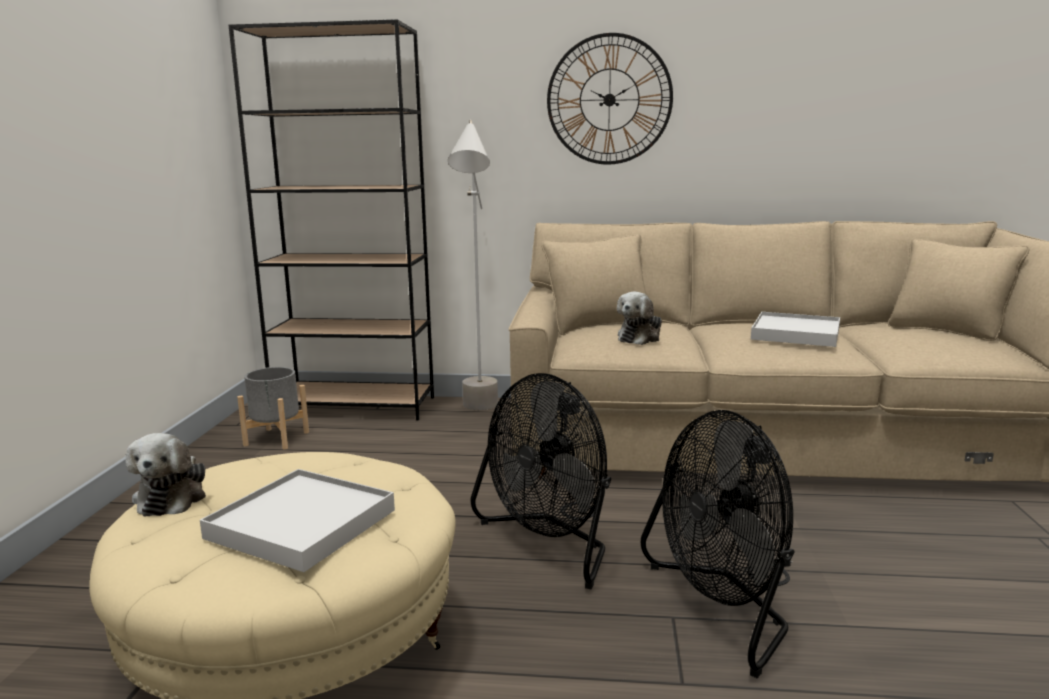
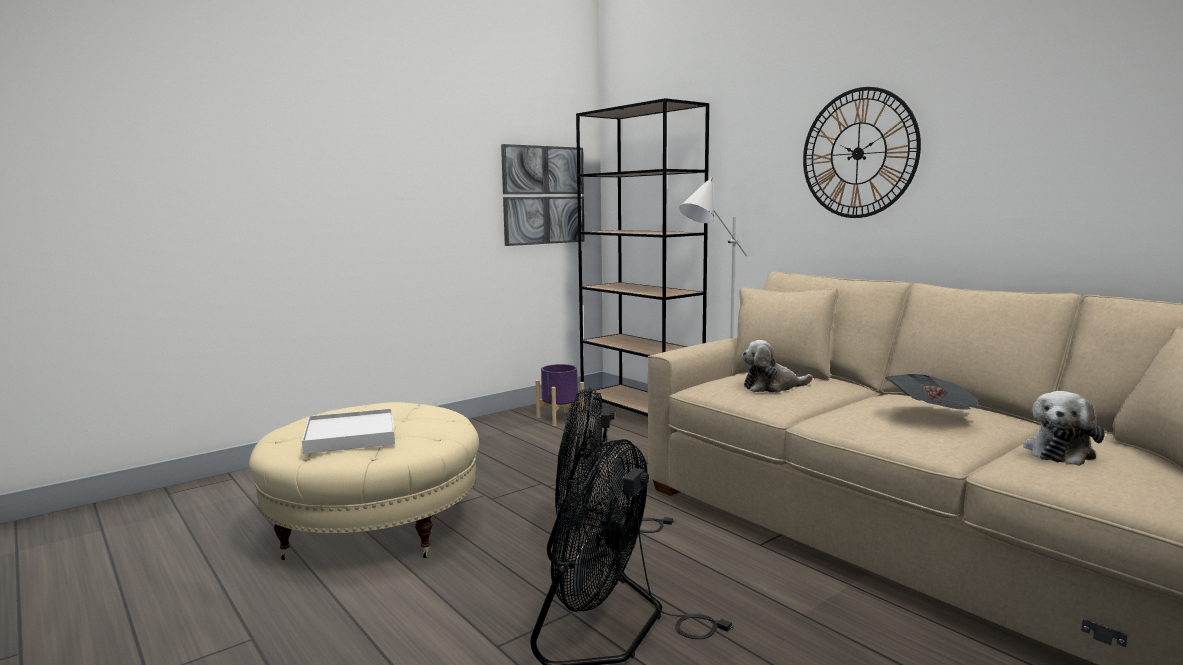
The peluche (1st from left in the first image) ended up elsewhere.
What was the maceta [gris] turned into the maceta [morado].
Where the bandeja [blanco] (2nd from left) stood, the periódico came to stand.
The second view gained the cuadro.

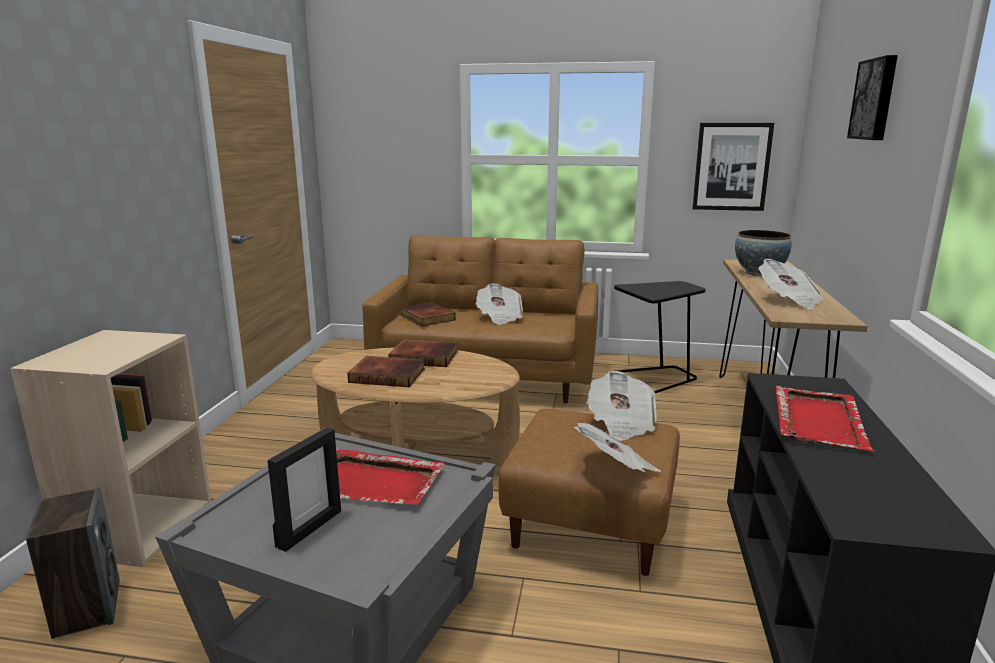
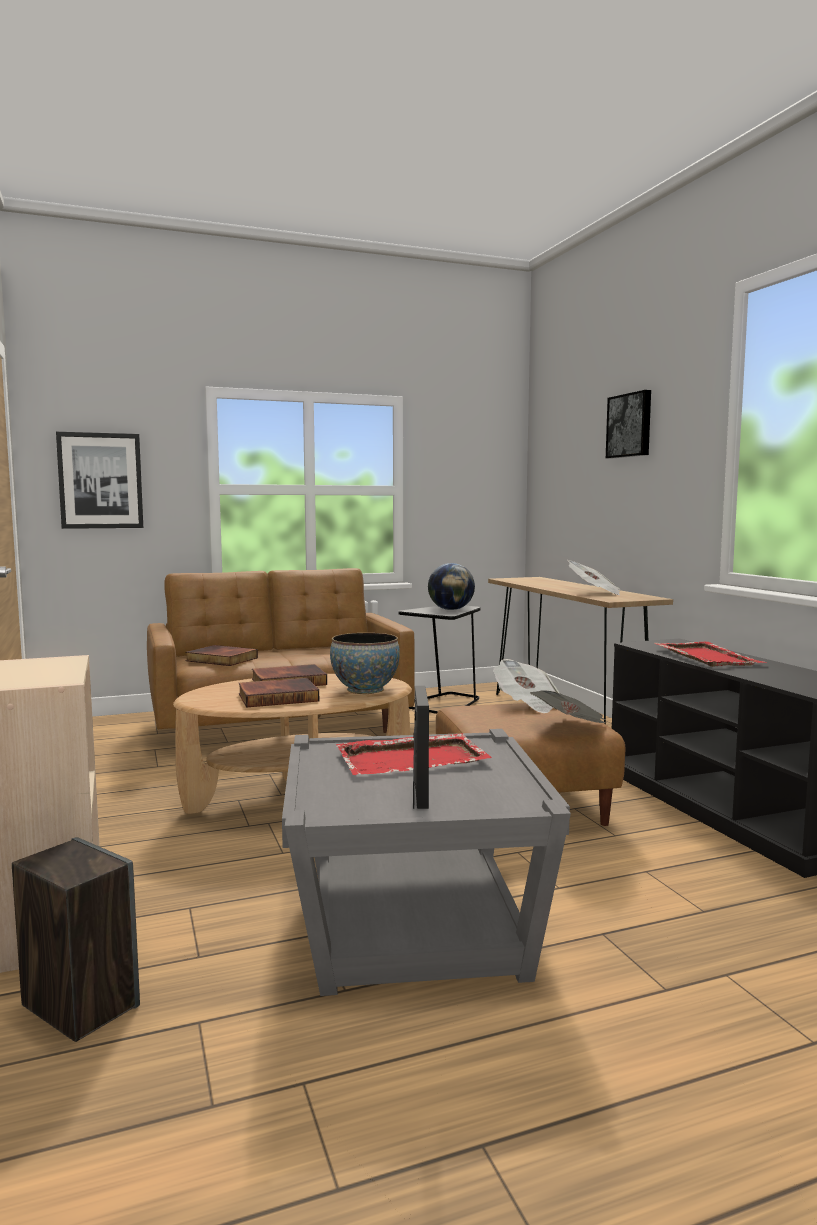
The second view lost the periódico (1st from left).
The cuadro (1st from left) ended up elsewhere.
The cuenco ended up elsewhere.
The second view gained the globo terráqueo.

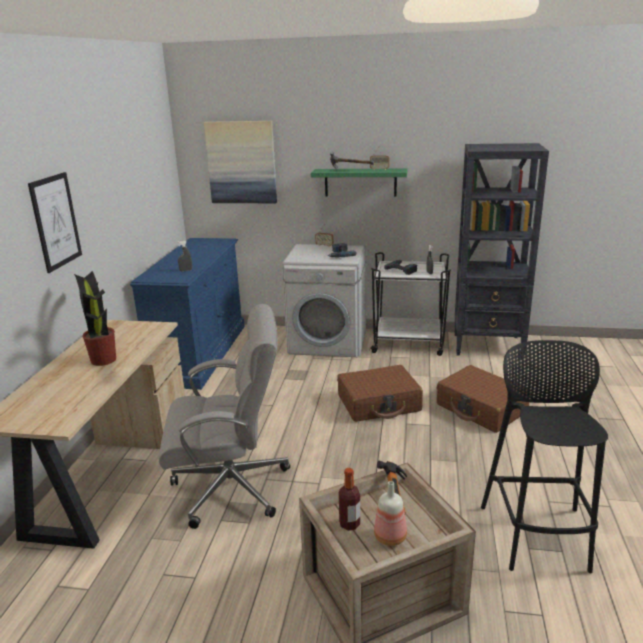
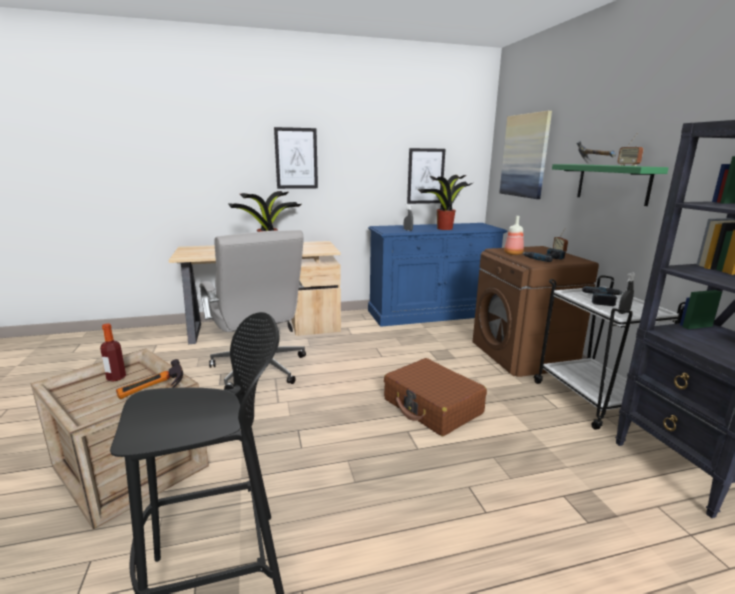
What was the lavadora [blanco] turned into the lavadora [marrón].
The botella (2nd from left) ended up elsewhere.
The second view lost the maleta [marrón] (2nd from left).
The second view gained the cuadro (2nd from left).
The second view gained the planta en maceta (2nd from left).

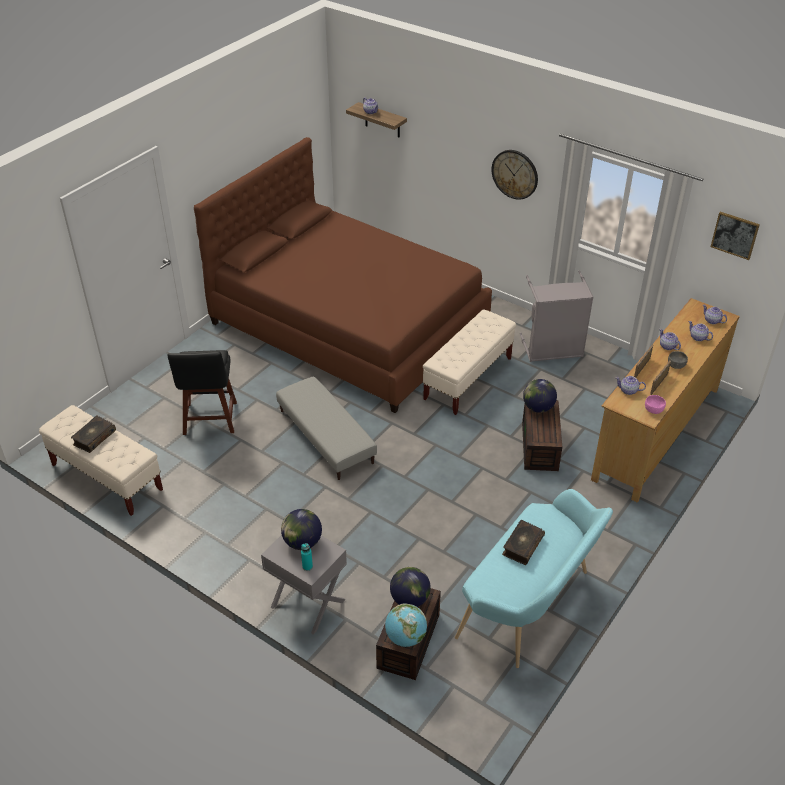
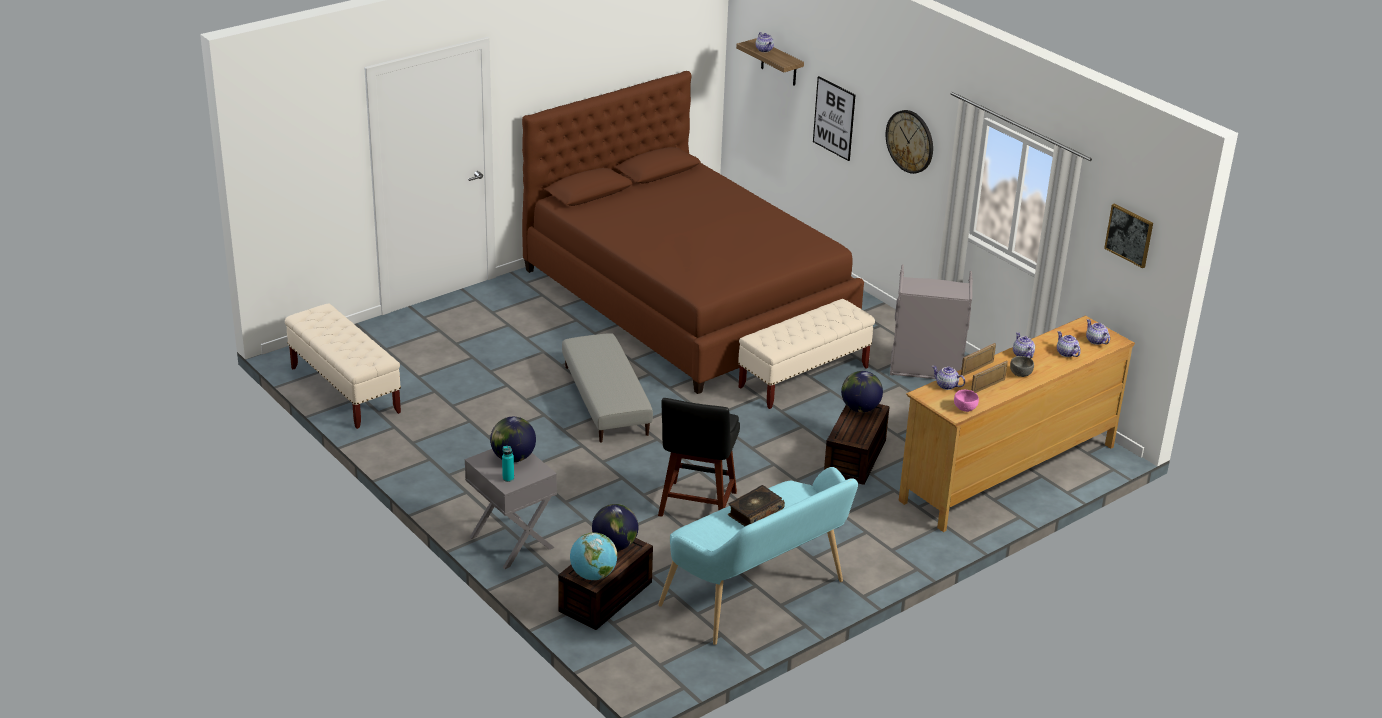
The second view lost the libro (1st from left).
The silla [negro] ended up elsewhere.
The second view gained the cuadro (1st from left).

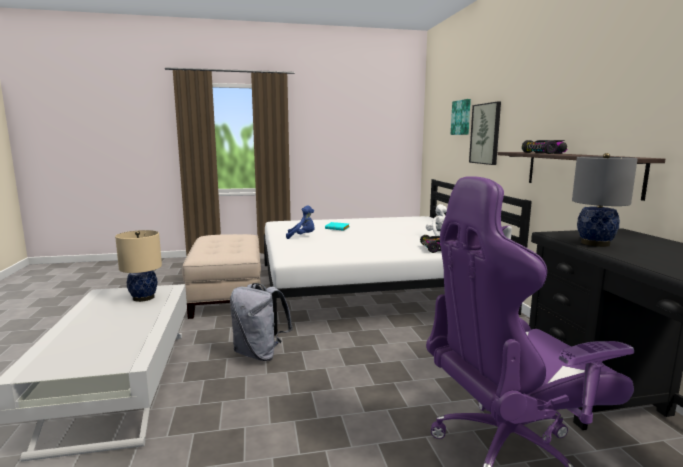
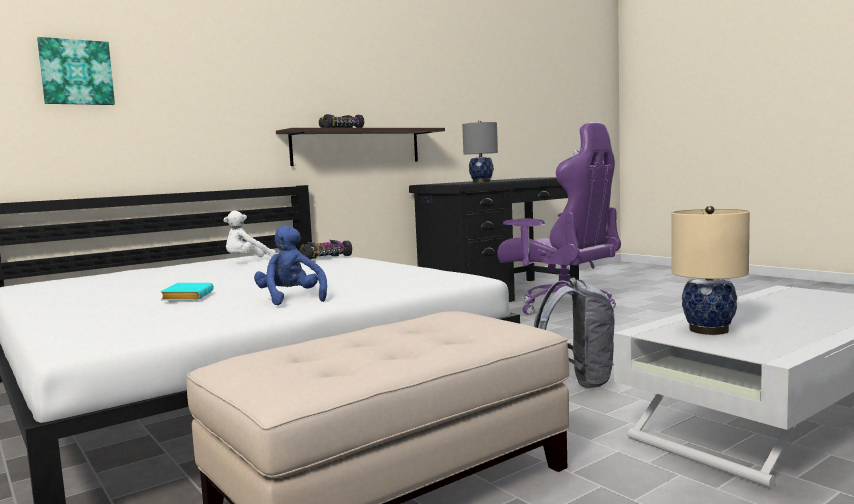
The second view lost the cuadro (2nd from left).

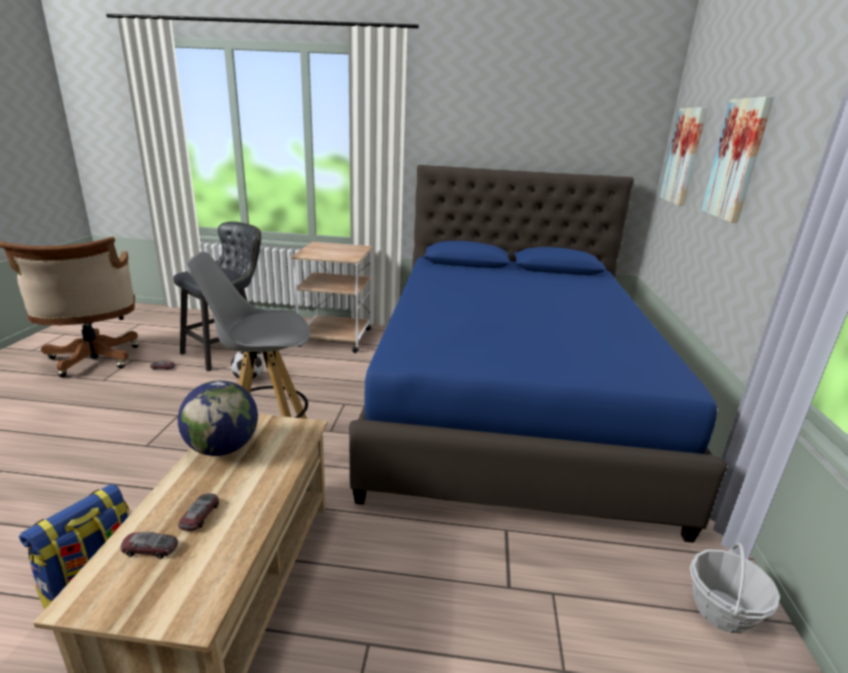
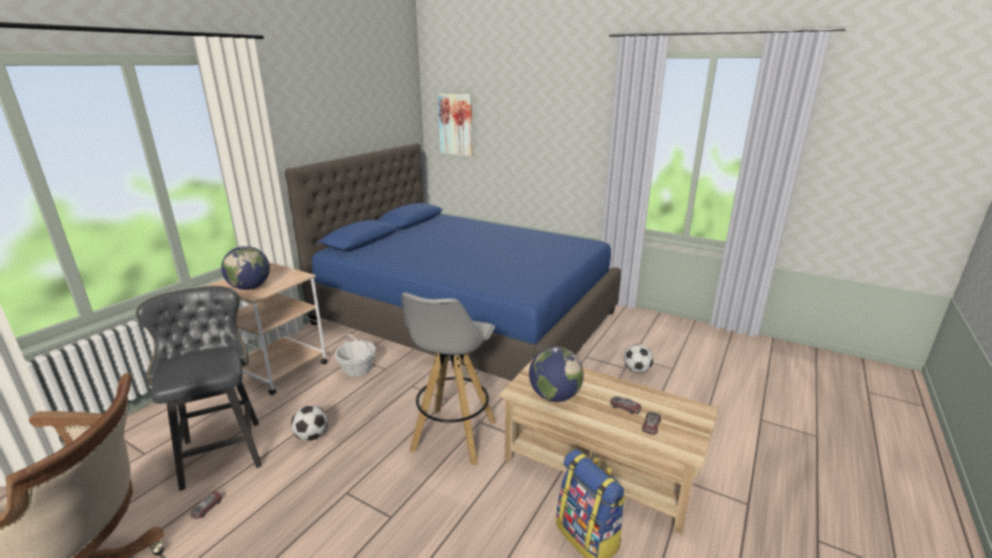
The cesta ended up elsewhere.
The second view lost the cuadro (2nd from left).
The second view gained the globo terráqueo (1st from left).
The second view gained the balón de fútbol (2nd from left).

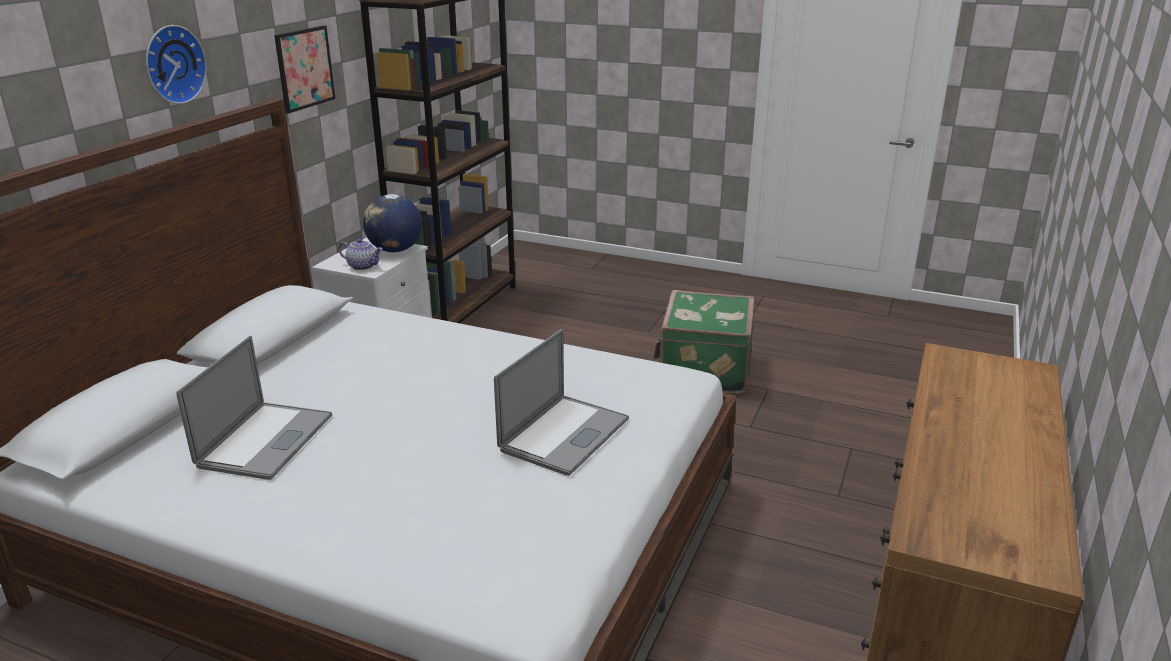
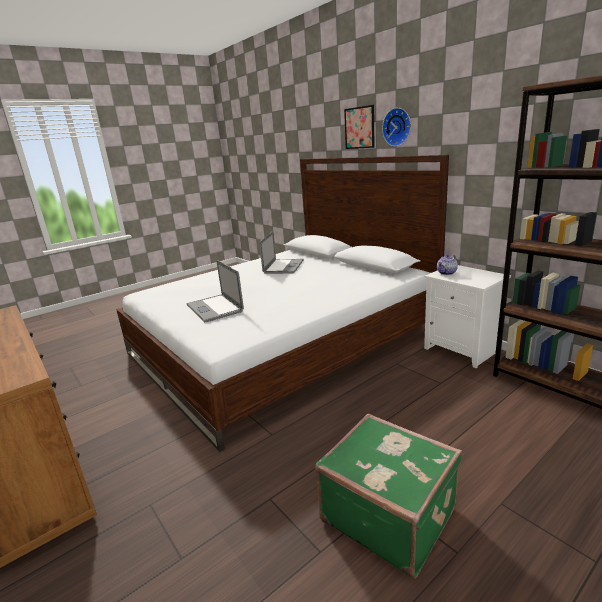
The portátil (1st from left in the first image) ended up facing another way, 120 degrees counterclockwise from before.
The cuadro ended up elsewhere.
The second view lost the globo terráqueo.

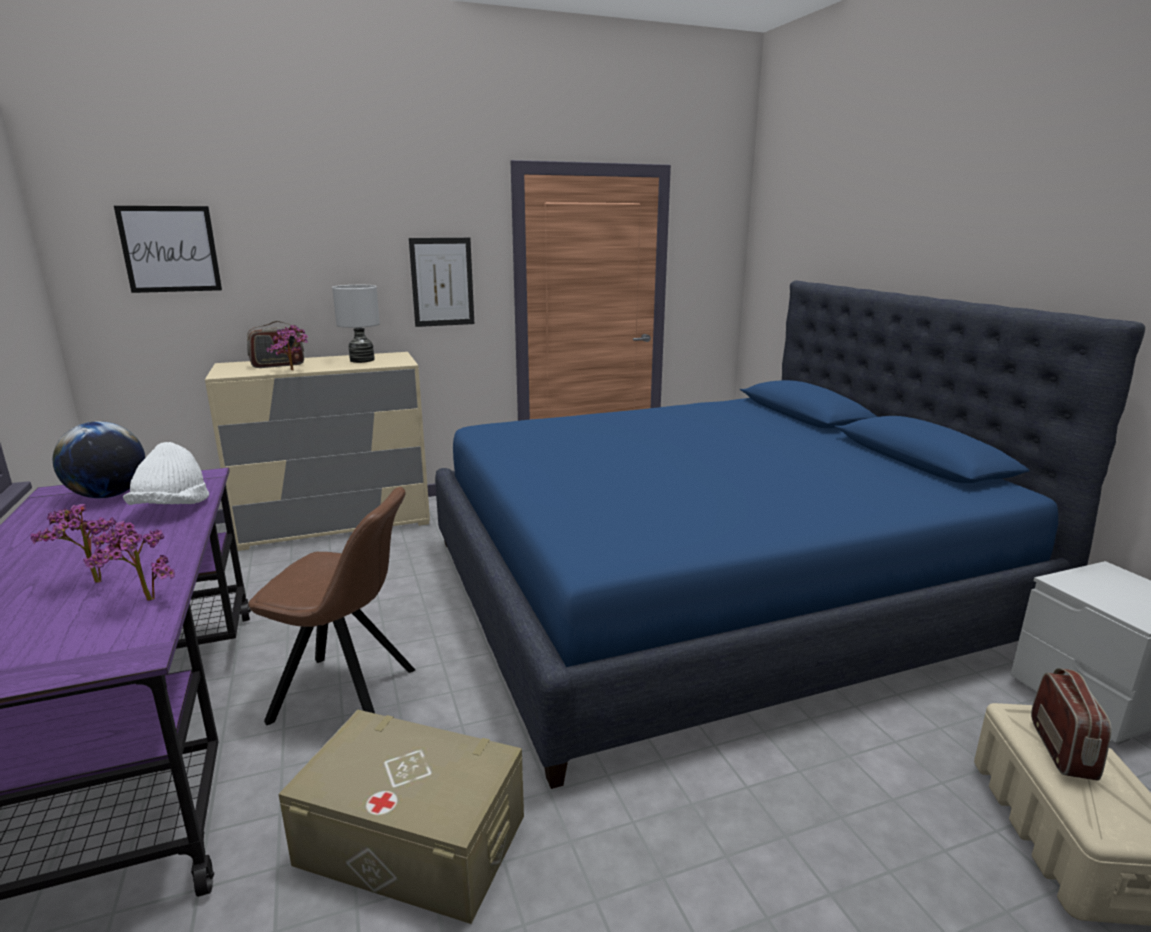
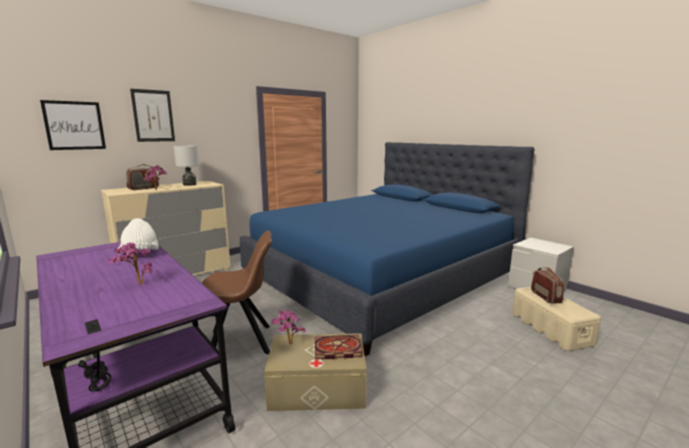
The second view lost the globo terráqueo.
The planta en maceta (2nd from left in the first image) ended up elsewhere.
The cuadro (2nd from left) ended up elsewhere.
The second view gained the libro.

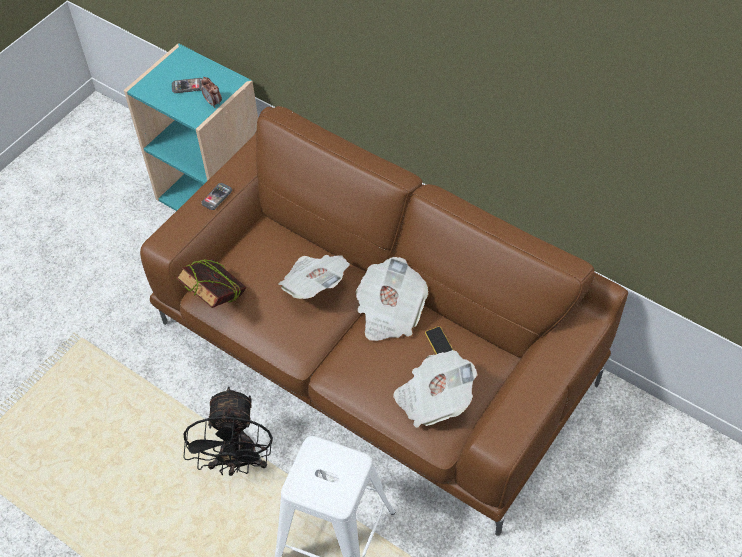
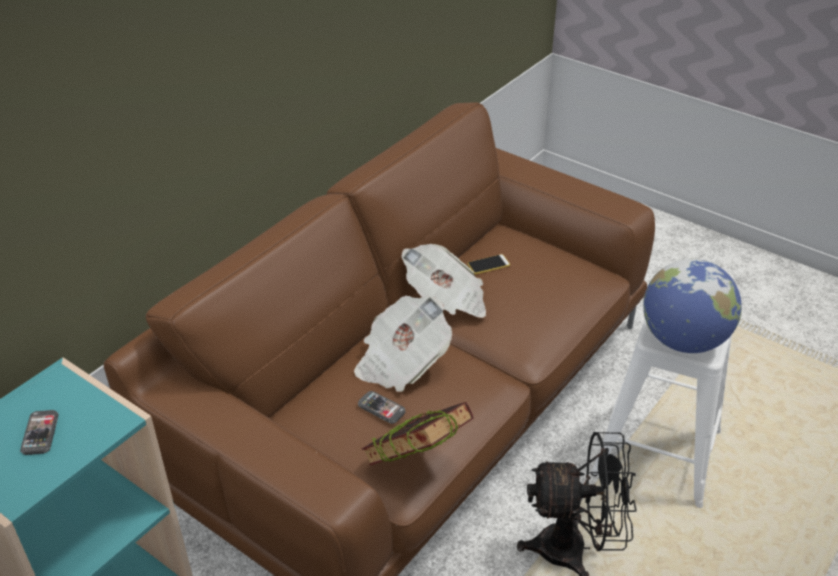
The second view lost the despertador.
The móvil (2nd from left) ended up elsewhere.
The second view lost the periódico (3rd from left).
The second view gained the globo terráqueo.

